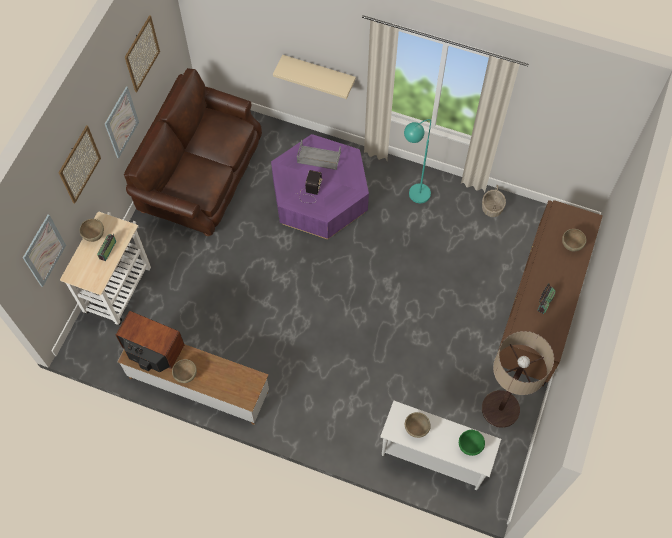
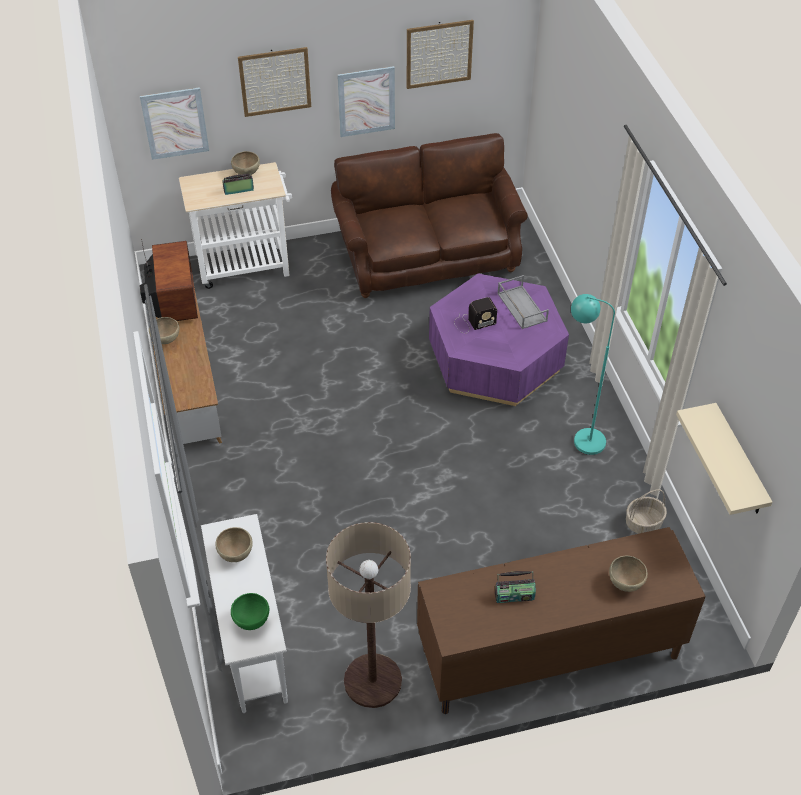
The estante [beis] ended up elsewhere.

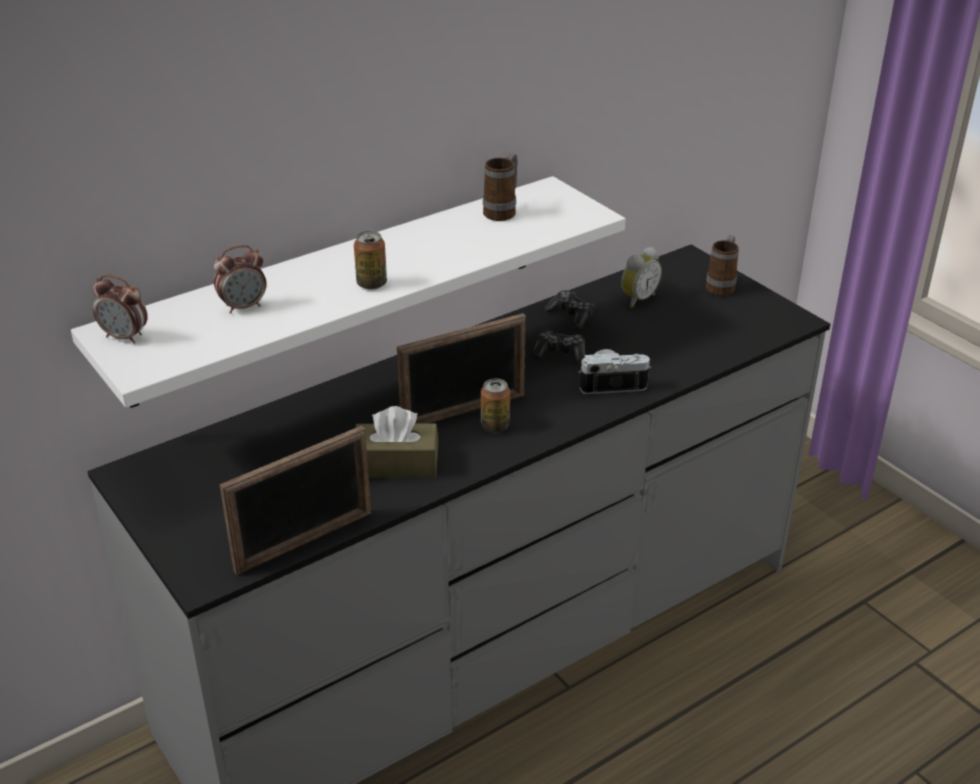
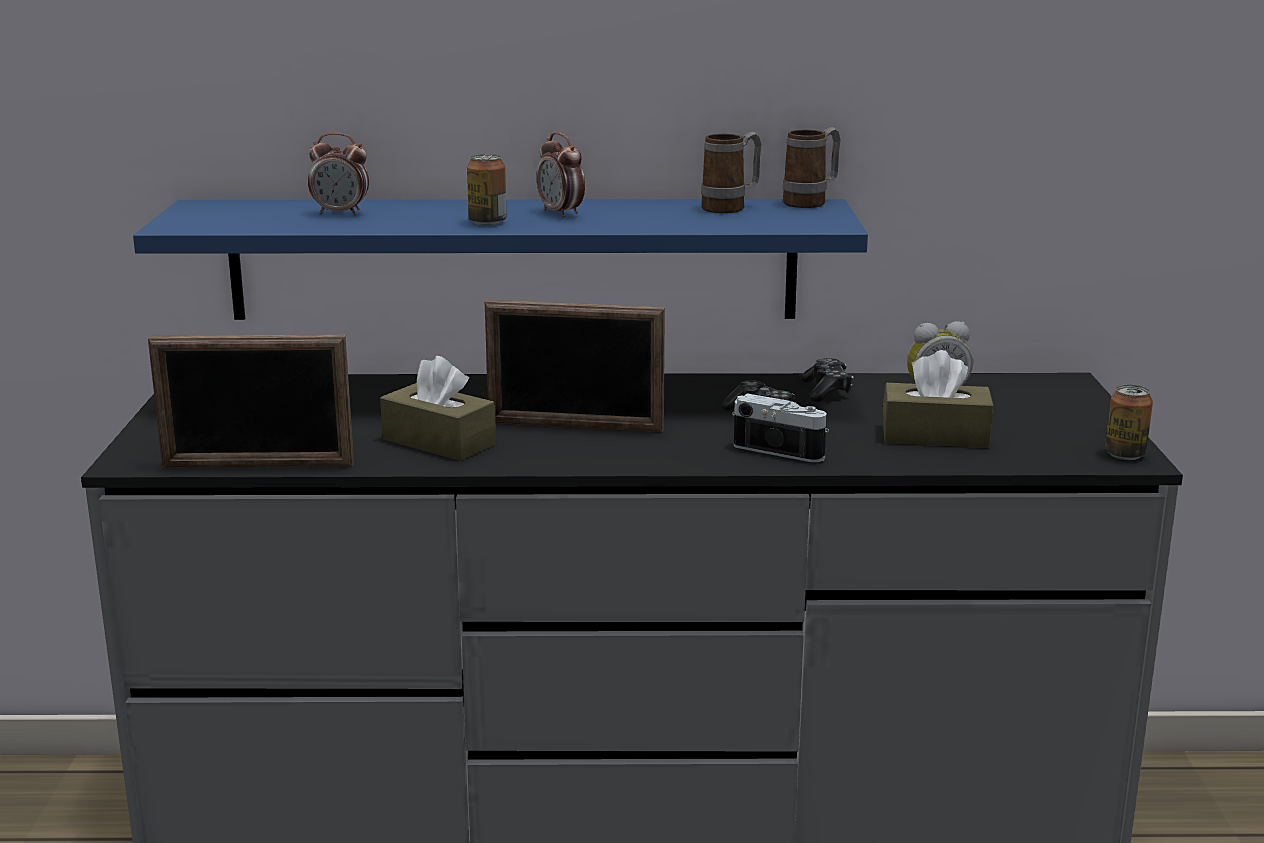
What was the estante [blanco] turned into the estante [azul].
The despertador (1st from left in the first image) ended up elsewhere.
The lata (2nd from left) ended up elsewhere.
The taza grande (2nd from left) ended up elsewhere.
The second view gained the caja de pañuelos [marrón] (2nd from left).

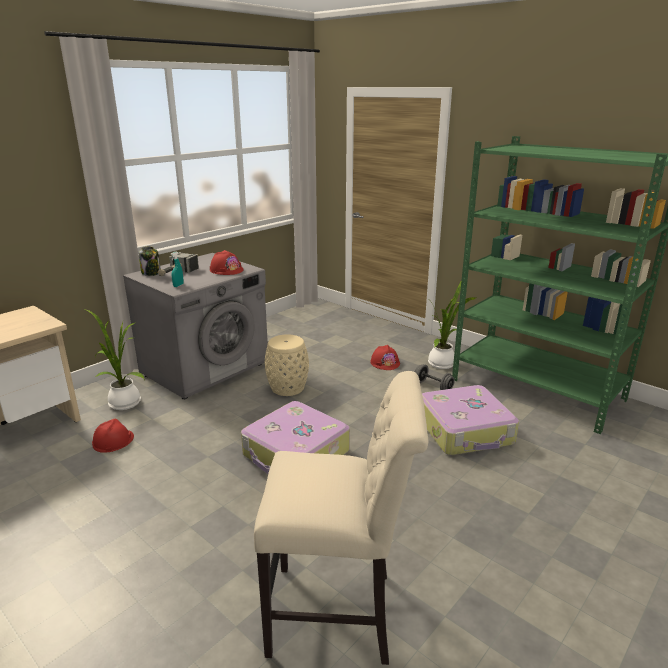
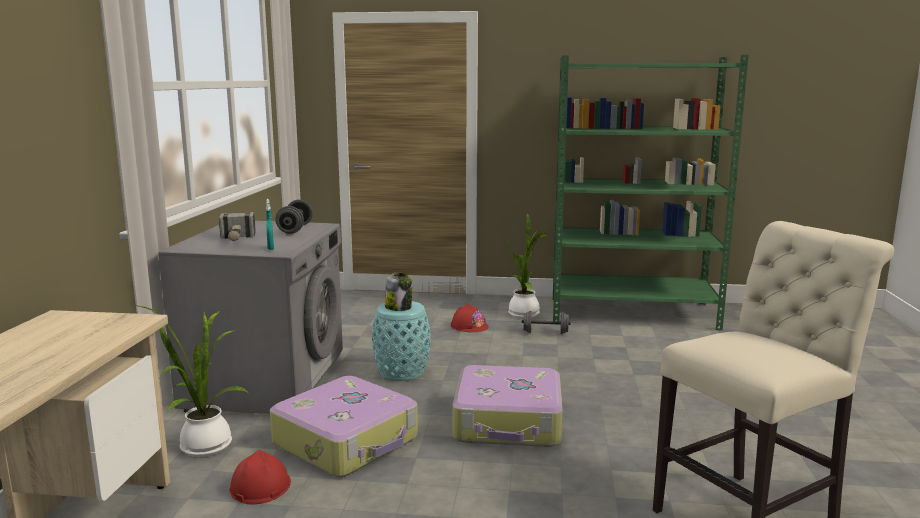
The tarro ended up elsewhere.
Where the casco [rojo] (2nd from left) stood, the mancuerna [gris] (1st from left) came to stand.
What was the taburete [beis] (1st from left) turned into the taburete [turquesa].
The maleta (2nd from left in the first image) ended up elsewhere.

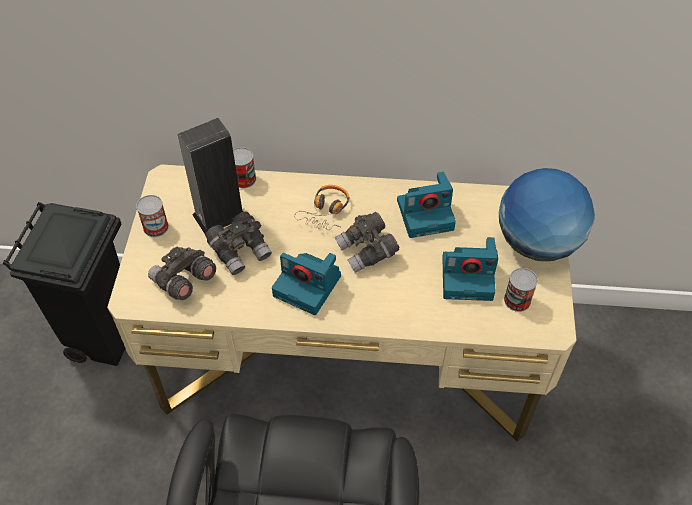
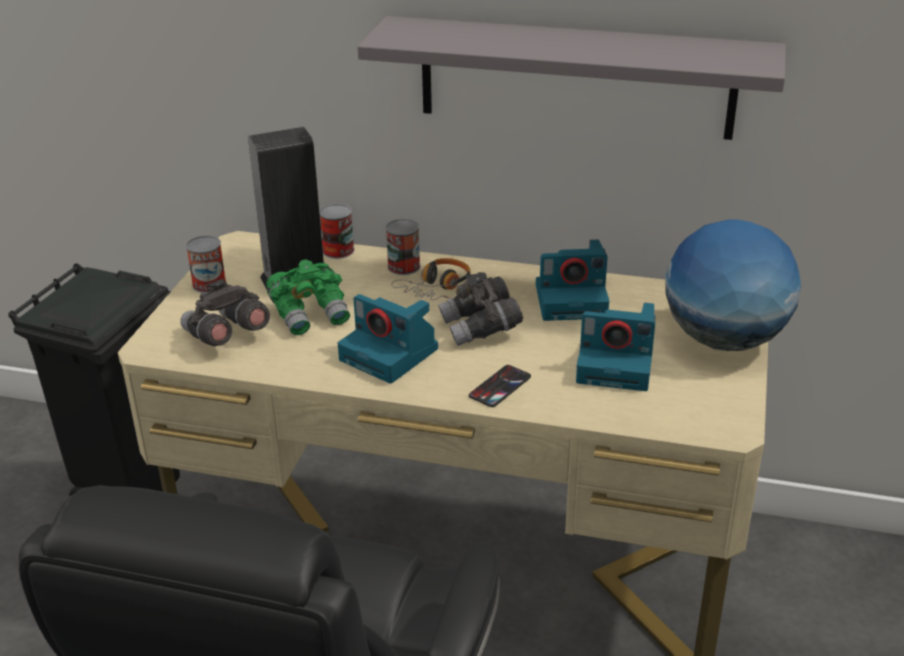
What was the prismáticos [gris] (2nd from left) turned into the prismáticos [verde].
The lata (3rd from left) ended up elsewhere.
The second view gained the estante [gris].
The second view gained the móvil.

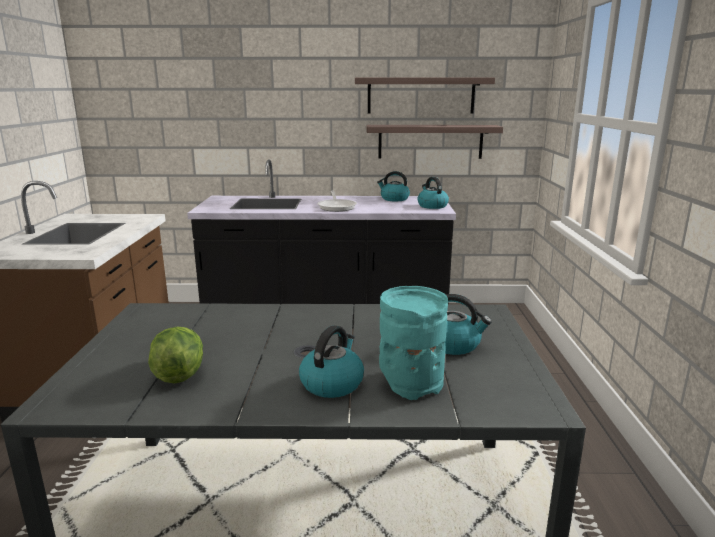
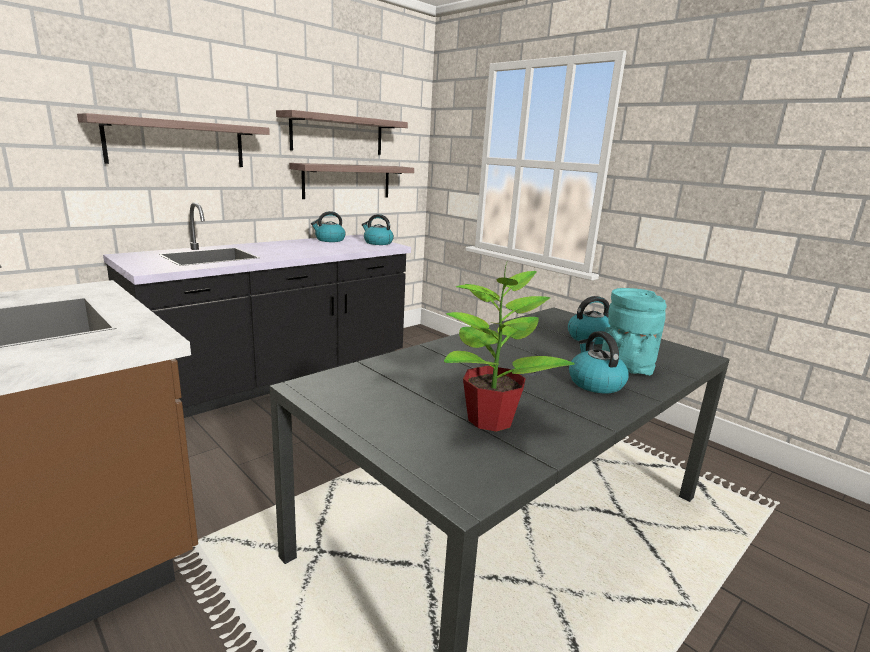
Where the lechuga stood, the planta en maceta came to stand.
The second view lost the sartén.
The second view gained the estante (1st from left).

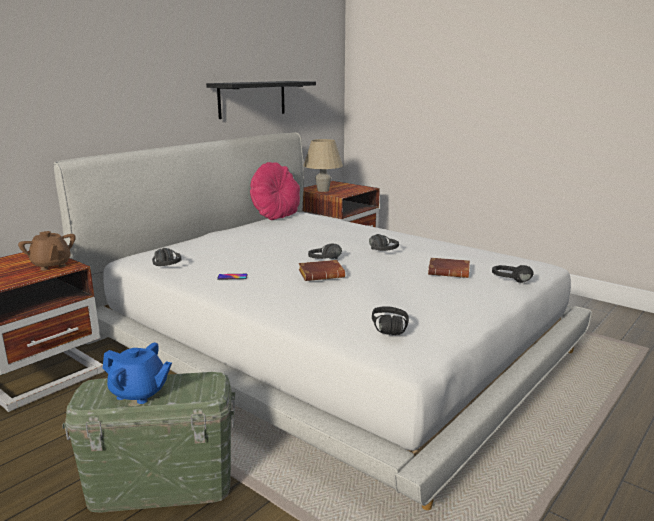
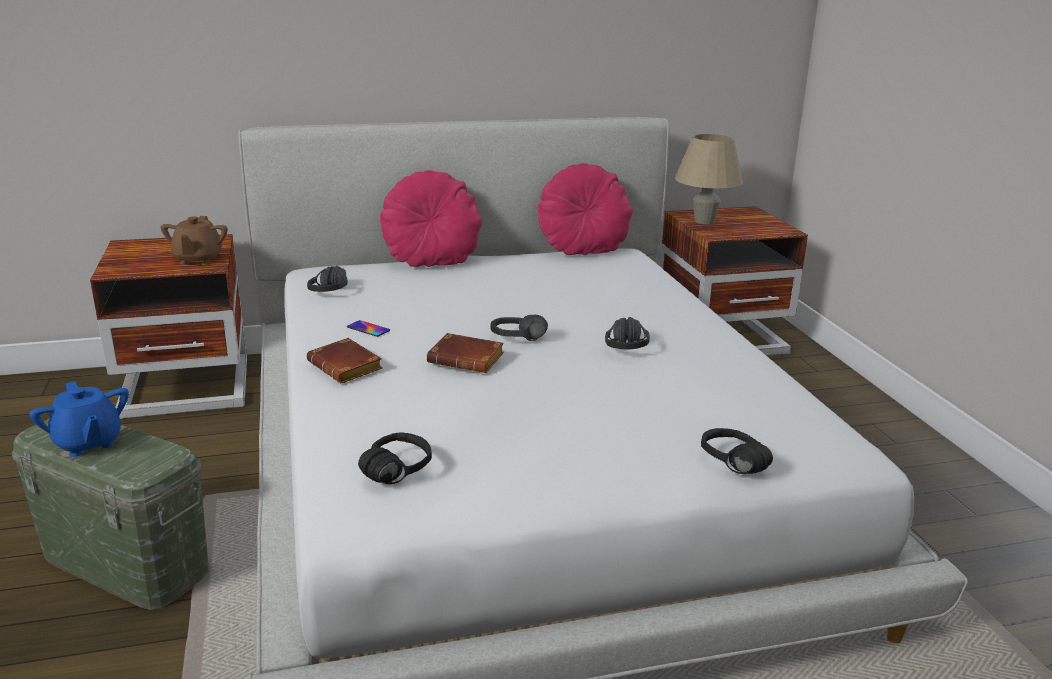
The second view lost the estante [negro].
The libro [marrón] (2nd from left in the first image) ended up elsewhere.
The second view gained the cojín [rosa] (1st from left).

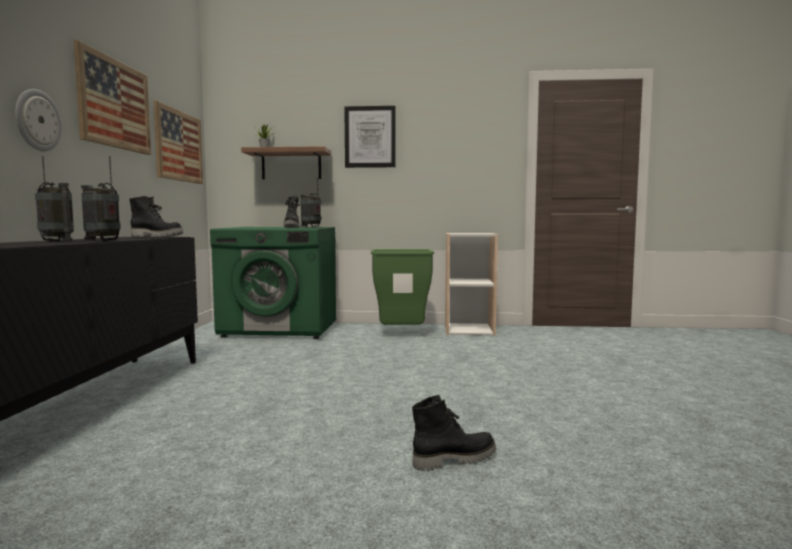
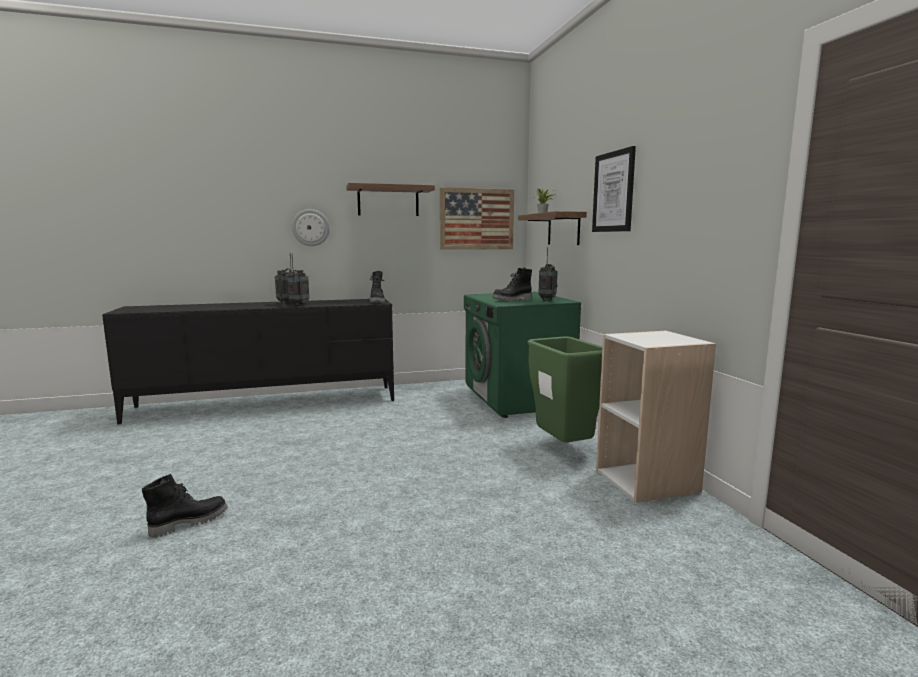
Where the cuadro (1st from left) hung, the estante (1st from left) came to hang.
The bota [negro] (3rd from left in the first image) ended up facing another way, 90 degrees counterclockwise from before.

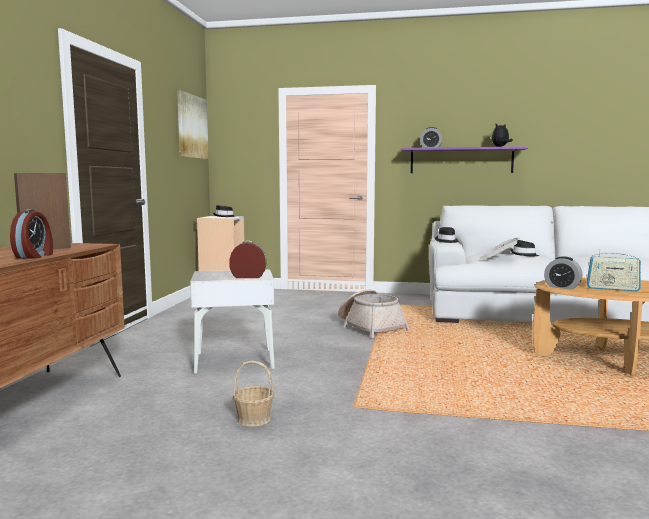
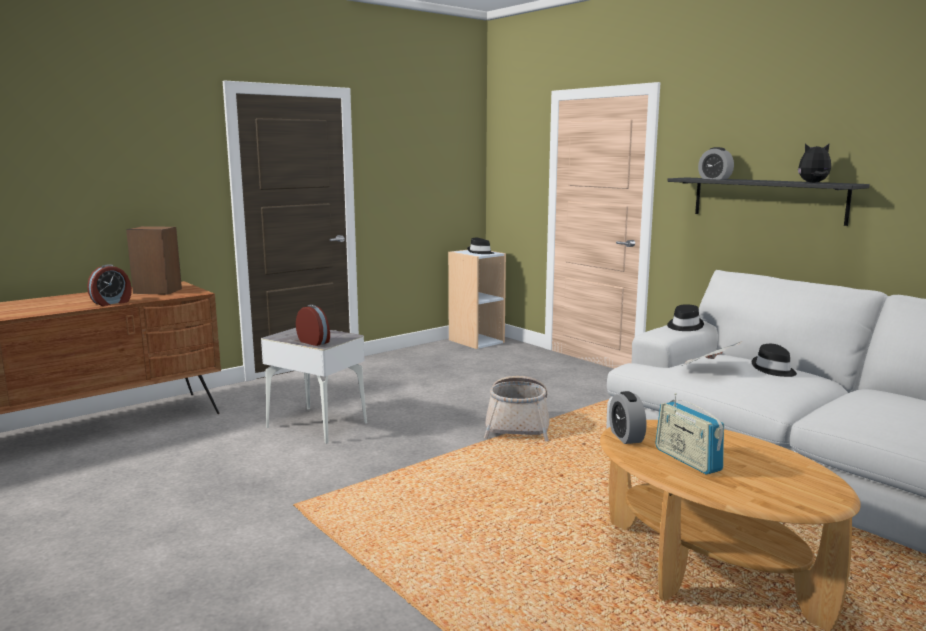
The second view lost the cuadro.
The second view lost the cesta (1st from left).
What was the estante [morado] turned into the estante [negro].

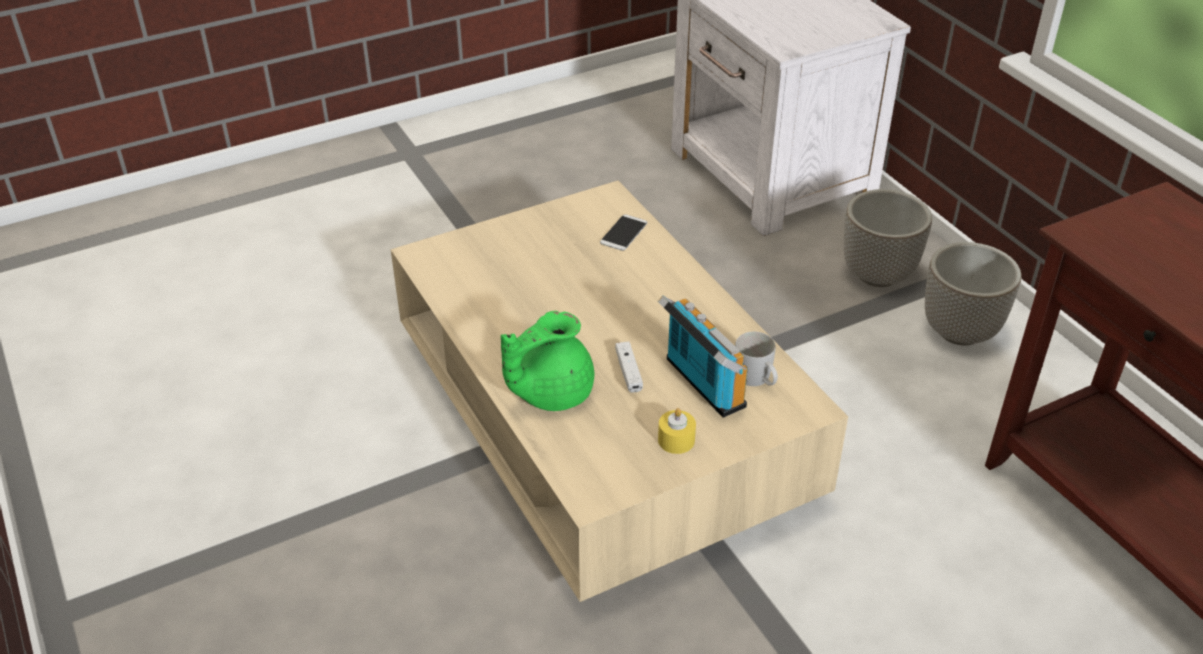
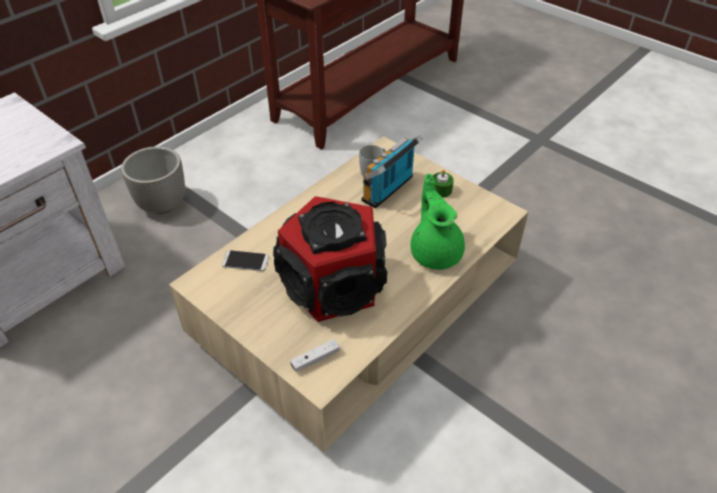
The tetera [verde] ended up facing another way, 135 degrees counterclockwise from before.
The mando de consola [blanco] ended up elsewhere.
What was the vela [amarillo] turned into the vela [verde].
The second view lost the maceta (2nd from left).
The second view gained the altavoz.

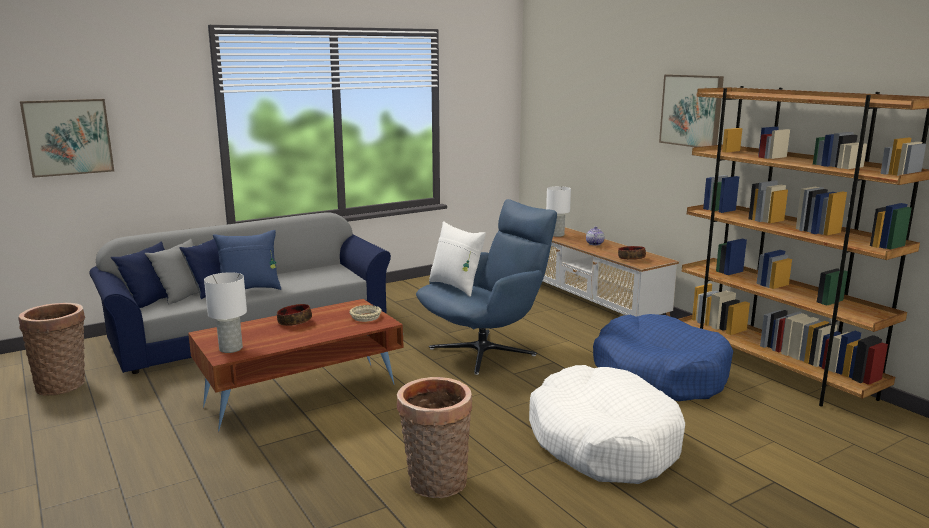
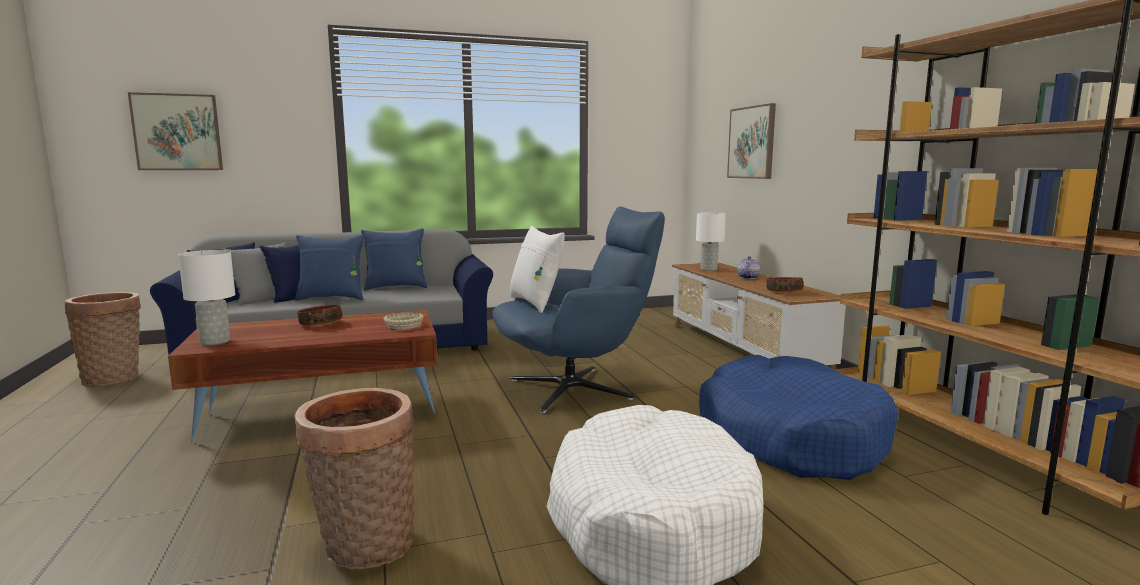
The cuadro (2nd from left) ended up elsewhere.
The second view gained the cojín [azul] (2nd from left).

